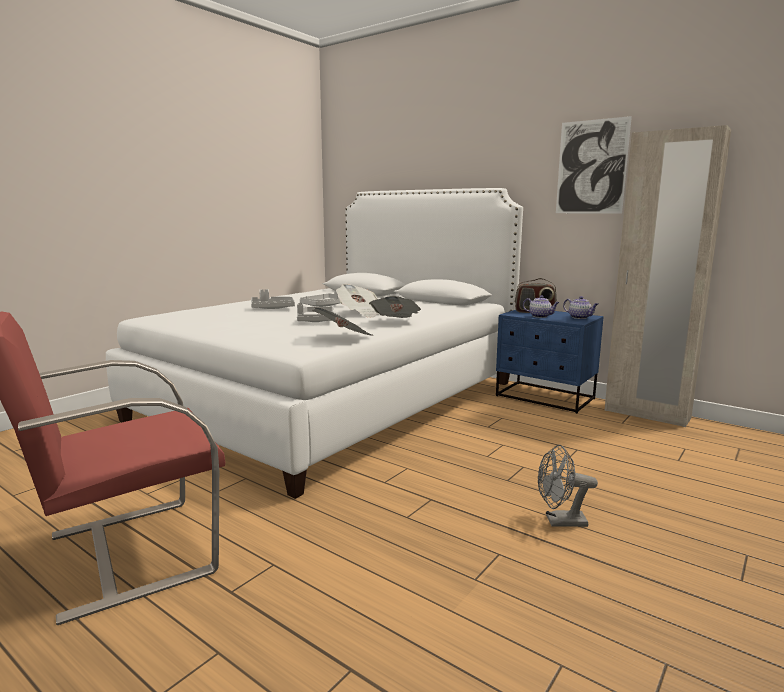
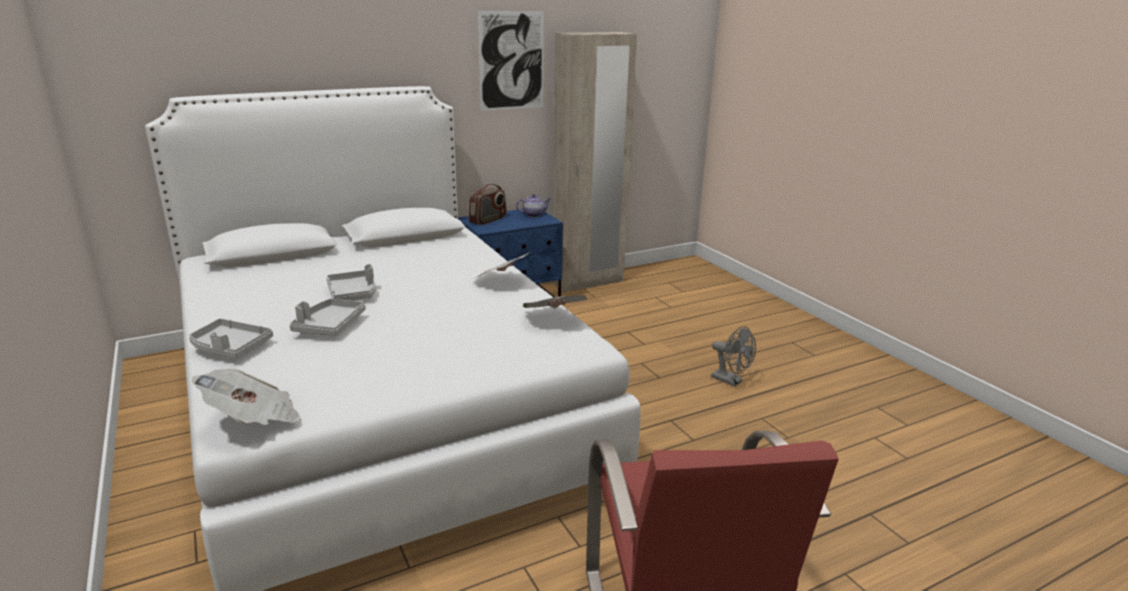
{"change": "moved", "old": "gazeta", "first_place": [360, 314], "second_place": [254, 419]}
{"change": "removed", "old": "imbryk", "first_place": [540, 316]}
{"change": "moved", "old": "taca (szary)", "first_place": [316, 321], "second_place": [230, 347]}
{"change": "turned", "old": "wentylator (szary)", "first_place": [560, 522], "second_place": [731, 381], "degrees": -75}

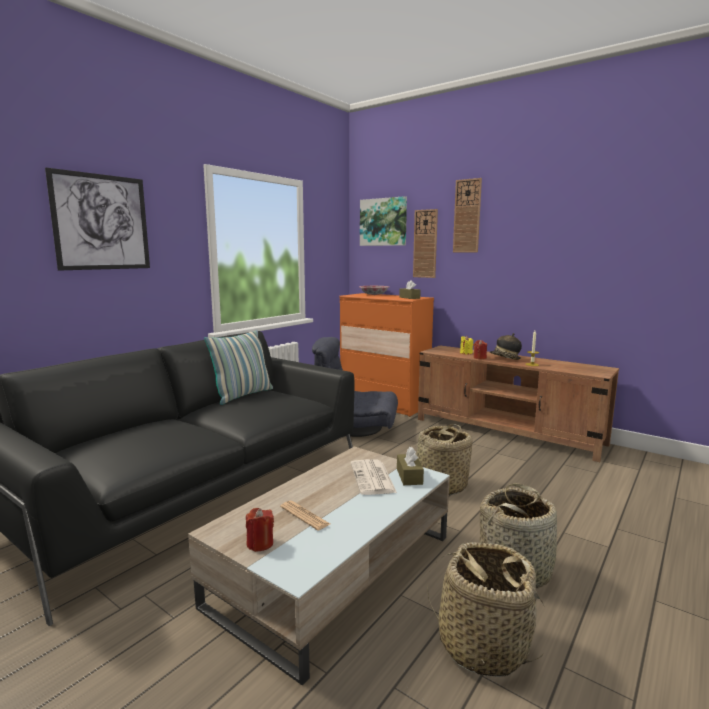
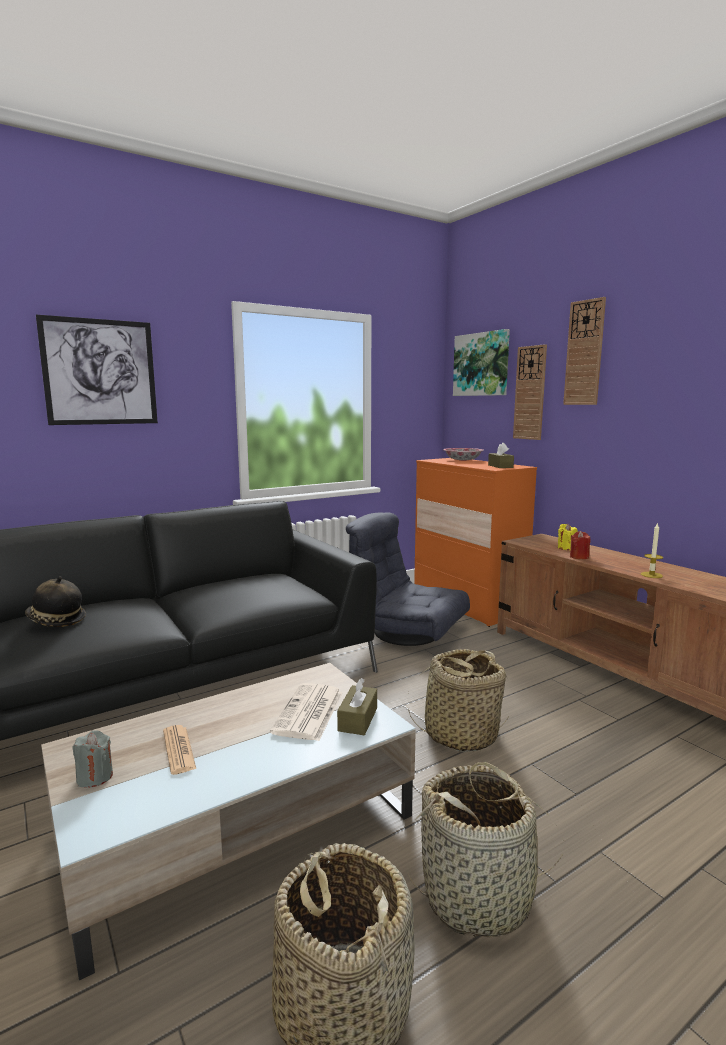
{"change": "removed", "old": "poduszka", "first_place": [242, 395]}
{"change": "moved", "old": "kapelusz", "first_place": [505, 358], "second_place": [55, 621]}
{"change": "recoloured", "old": "świeca (czerwony)", "new": "świeca (szary)", "first_place": [260, 544], "second_place": [95, 777]}

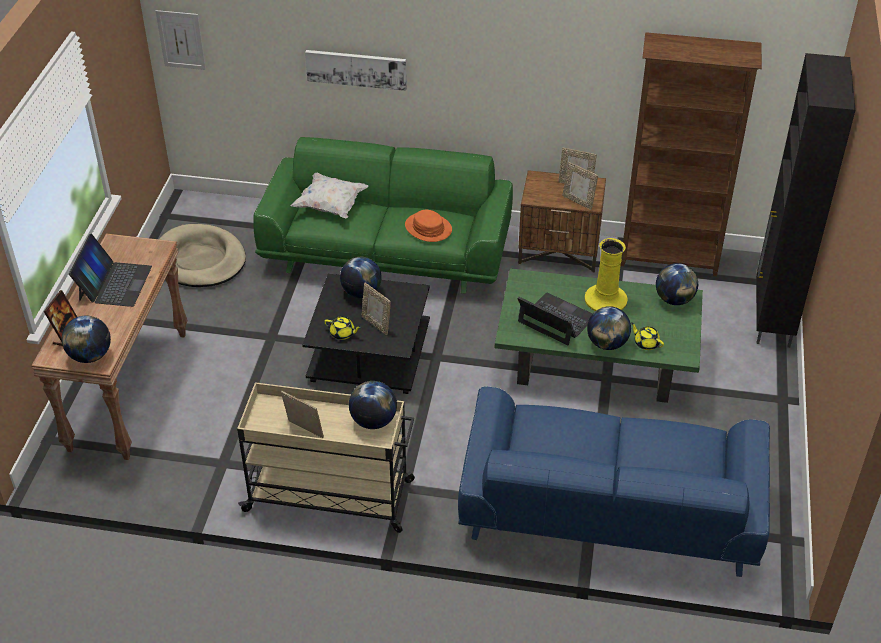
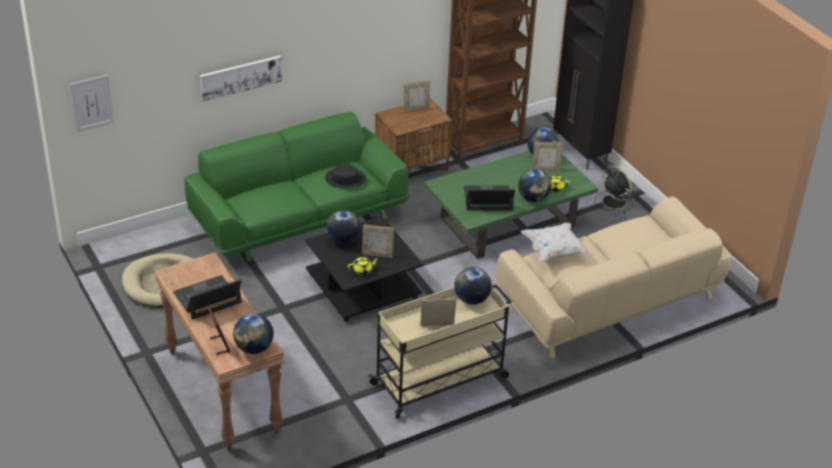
{"change": "moved", "old": "ramka na zdjęcie", "first_place": [578, 201], "second_place": [545, 169]}
{"change": "moved", "old": "poduszka (biały)", "first_place": [331, 206], "second_place": [553, 251]}
{"change": "recoloured", "old": "kapelusz (pomarańczowy)", "new": "kapelusz (czarny)", "first_place": [428, 228], "second_place": [345, 179]}
{"change": "turned", "old": "laptop", "first_place": [114, 283], "second_place": [207, 298], "degrees": -90}
{"change": "removed", "old": "wazon (żółty)", "first_place": [605, 300]}
{"change": "recoloured", "old": "kanapa (niebieski)", "new": "kanapa (beżowy)", "first_place": [608, 509], "second_place": [608, 301]}
{"change": "added", "new": "wentylator (czarny)", "second_place": [613, 201]}

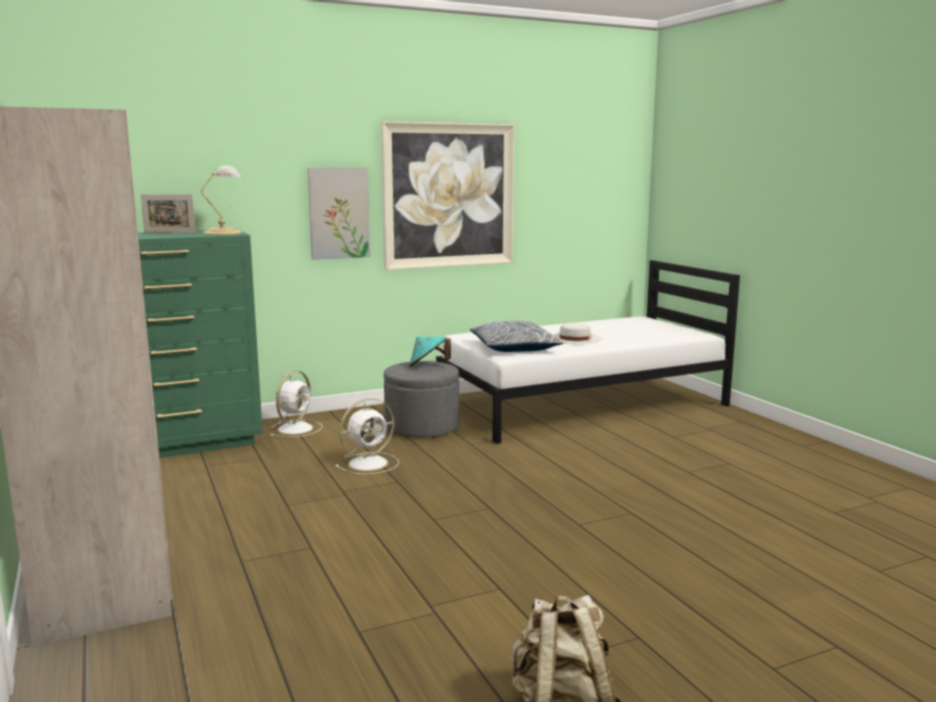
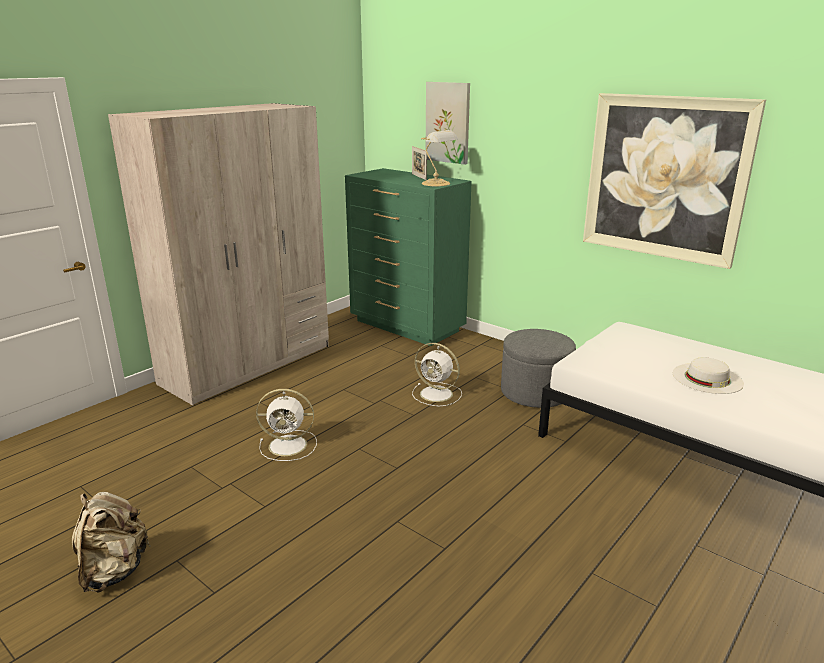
{"change": "moved", "old": "obraz", "first_place": [338, 213], "second_place": [448, 122]}
{"change": "removed", "old": "poduszka", "first_place": [514, 347]}
{"change": "removed", "old": "kapelusz (turkusowy)", "first_place": [428, 366]}
{"change": "moved", "old": "wentylator (biały)", "first_place": [296, 428], "second_place": [289, 445]}

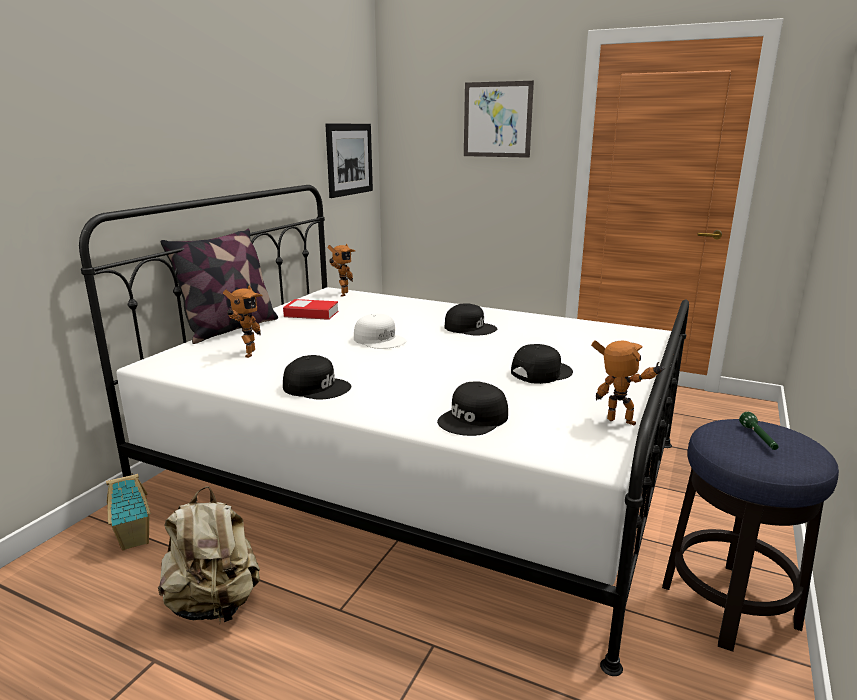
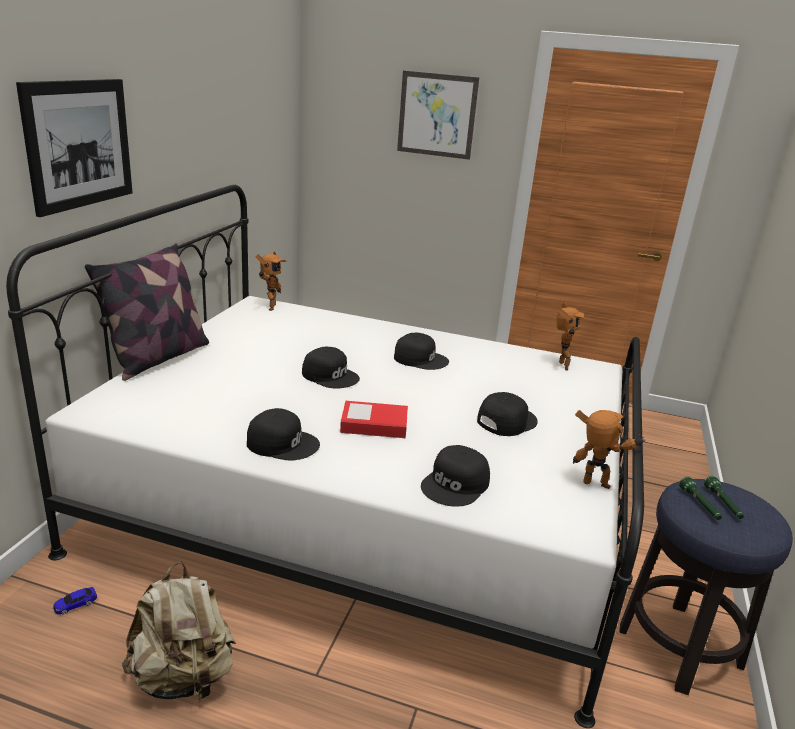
{"change": "moved", "old": "obraz", "first_place": [349, 159], "second_place": [79, 144]}
{"change": "moved", "old": "robot zabawkowy", "first_place": [247, 354], "second_place": [560, 366]}
{"change": "moved", "old": "książka", "first_place": [311, 314], "second_place": [374, 425]}
{"change": "recoloured", "old": "czapka z daszkiem (biały)", "new": "czapka z daszkiem (czarny)", "first_place": [380, 340], "second_place": [330, 375]}
{"change": "replaced", "old": "domek", "new": "samochodzik", "first_place": [136, 540], "second_place": [75, 604]}
{"change": "added", "new": "latarka (zielony)", "second_place": [699, 505]}

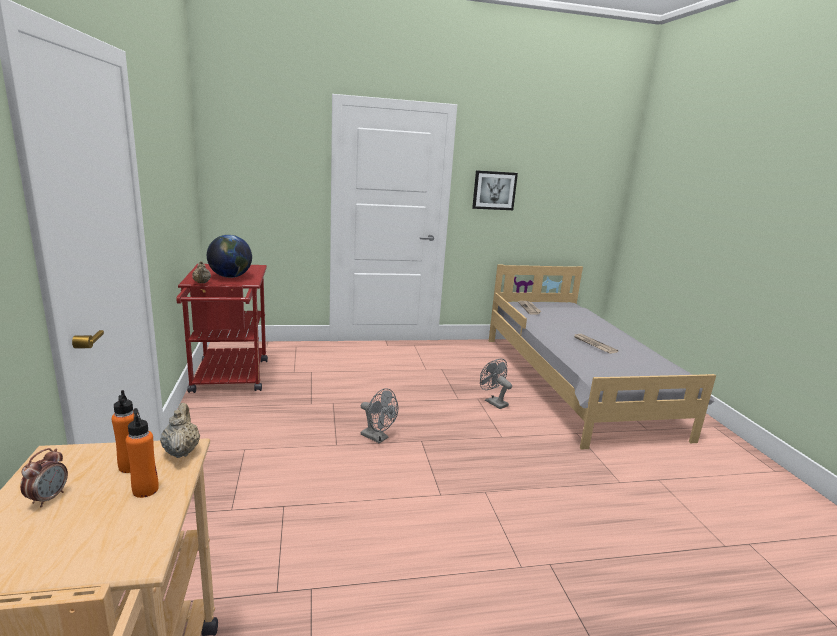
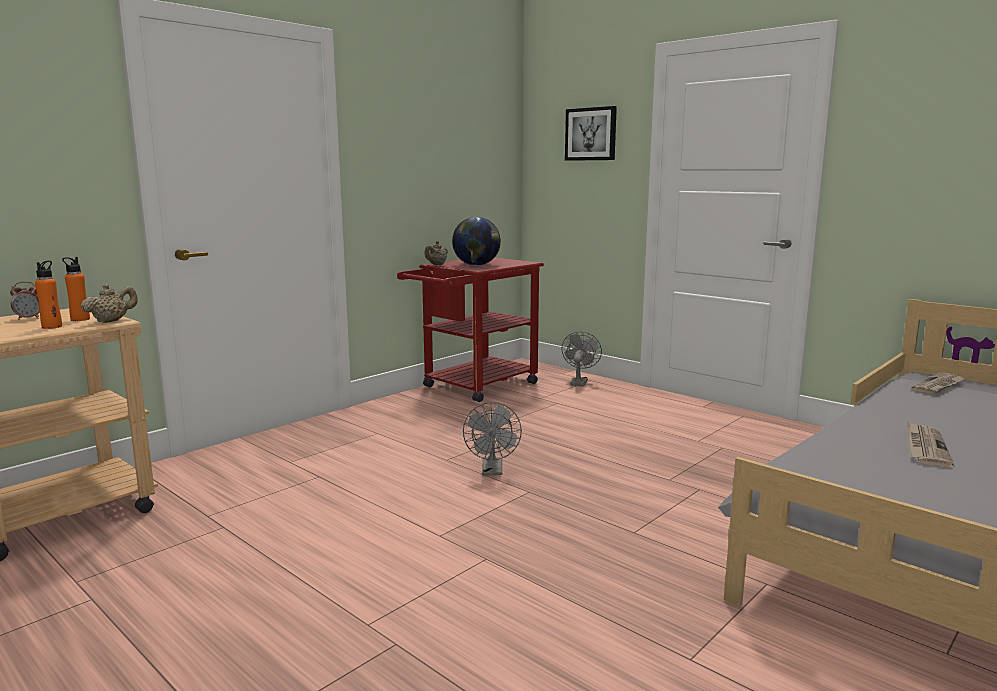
{"change": "moved", "old": "obraz", "first_place": [494, 190], "second_place": [591, 134]}
{"change": "moved", "old": "wentylator (szary)", "first_place": [493, 402], "second_place": [579, 382]}

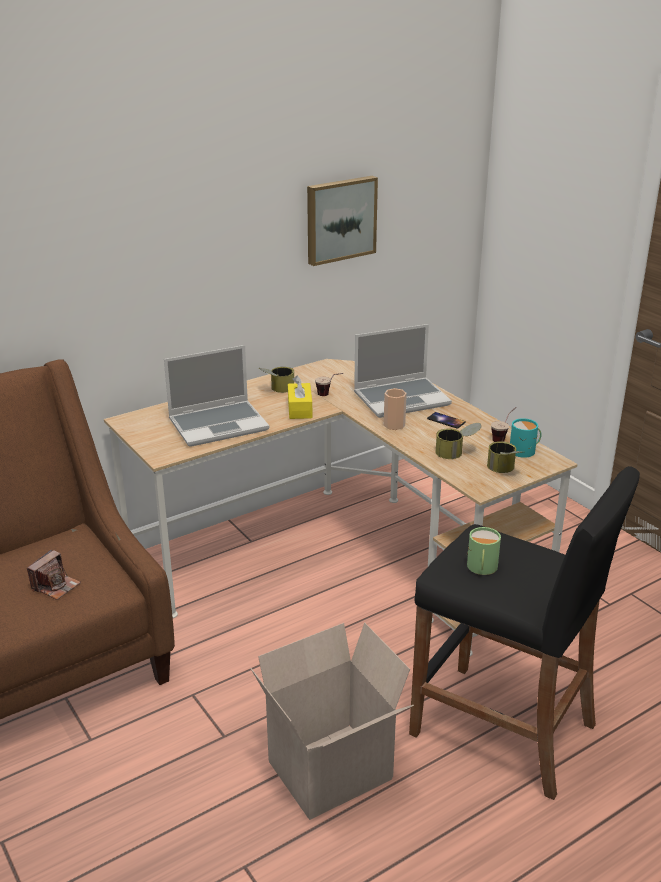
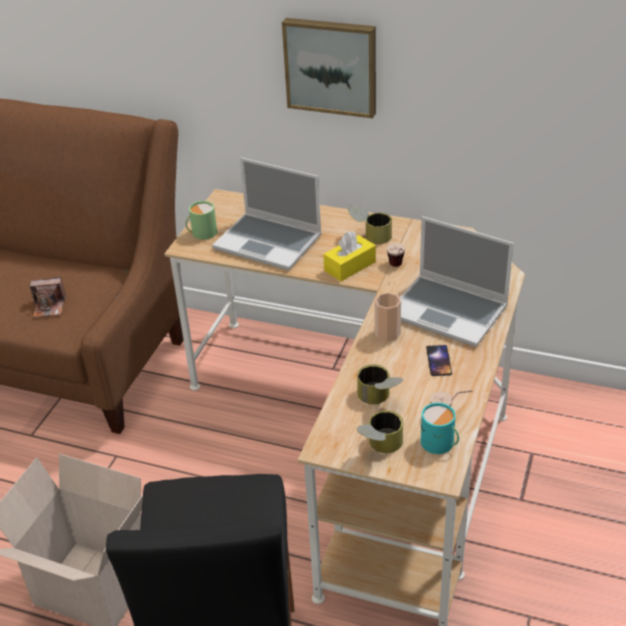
{"change": "moved", "old": "obraz", "first_place": [340, 219], "second_place": [331, 66]}
{"change": "moved", "old": "kubek (zielony)", "first_place": [481, 567], "second_place": [201, 233]}

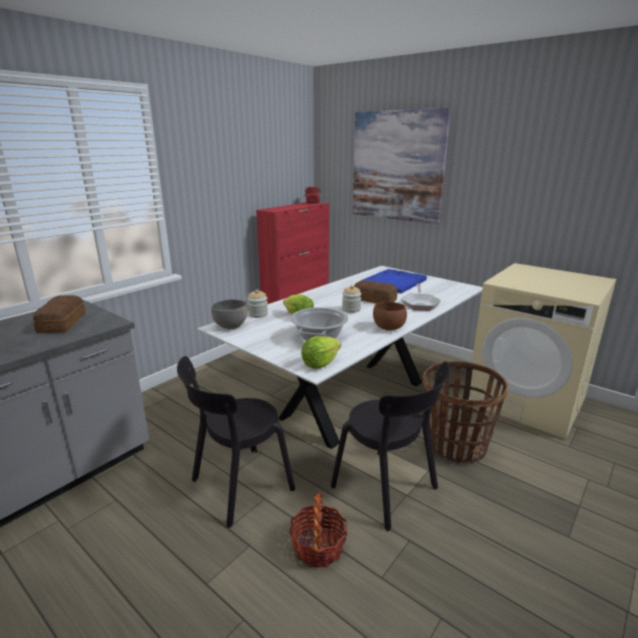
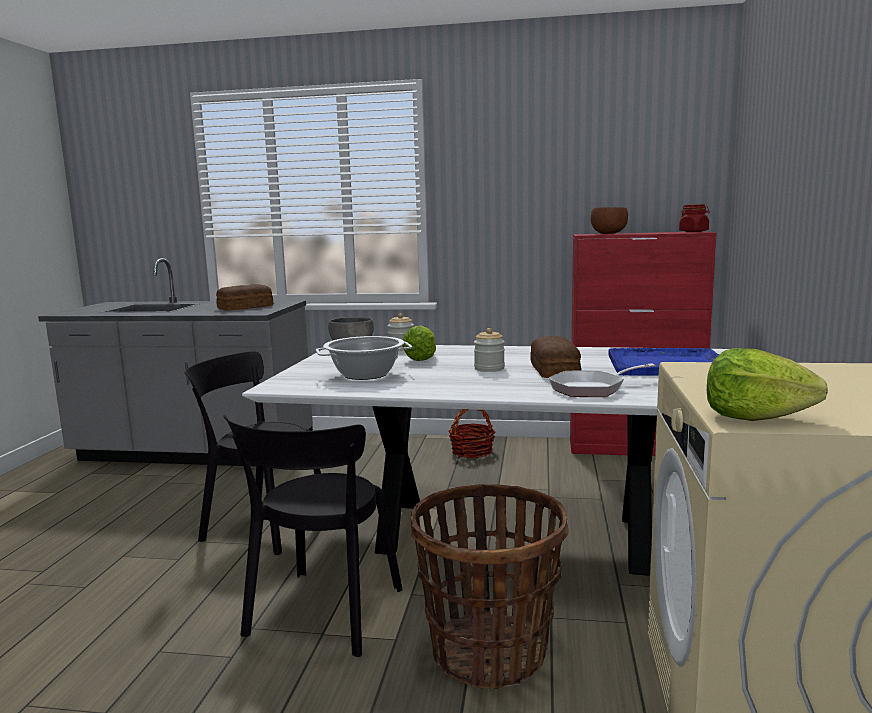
{"change": "removed", "old": "obraz", "first_place": [397, 166]}
{"change": "moved", "old": "miska (brązowy)", "first_place": [388, 328], "second_place": [608, 234]}
{"change": "moved", "old": "sałata", "first_place": [320, 363], "second_place": [755, 417]}
{"change": "moved", "old": "koszyk", "first_place": [318, 546], "second_place": [472, 451]}

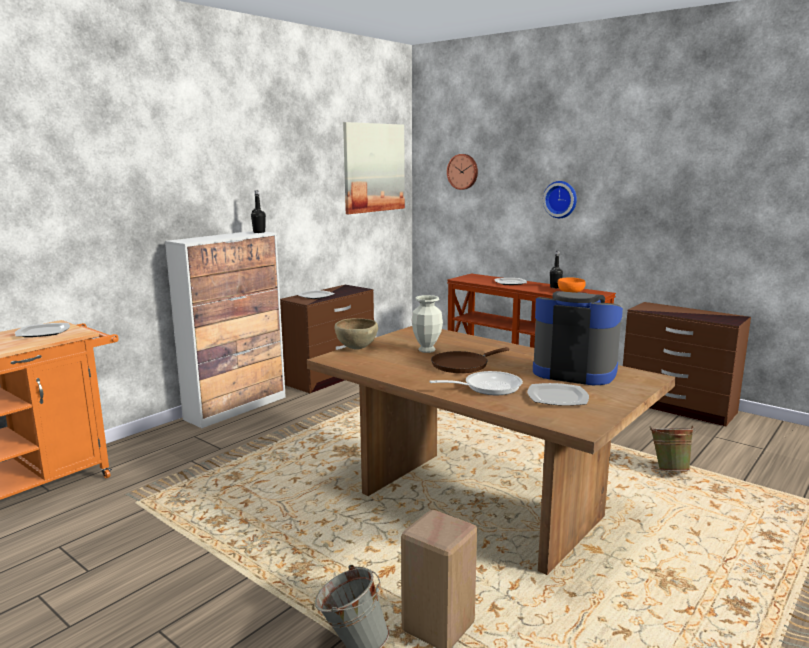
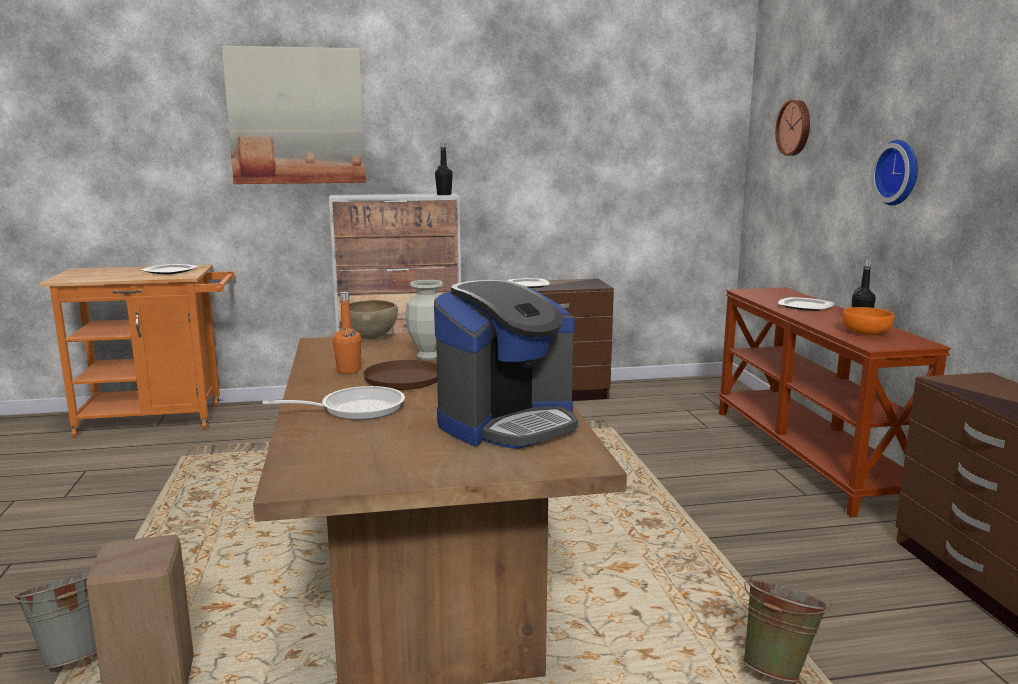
{"change": "moved", "old": "obraz", "first_place": [373, 168], "second_place": [296, 116]}
{"change": "turned", "old": "ekspres do kawy", "first_place": [574, 371], "second_place": [508, 423], "degrees": 75}
{"change": "turned", "old": "patelnia", "first_place": [487, 387], "second_place": [355, 409], "degrees": -45}
{"change": "removed", "old": "talerz", "first_place": [557, 397]}
{"change": "added", "new": "butelka (pomarańczowy)", "second_place": [348, 371]}

